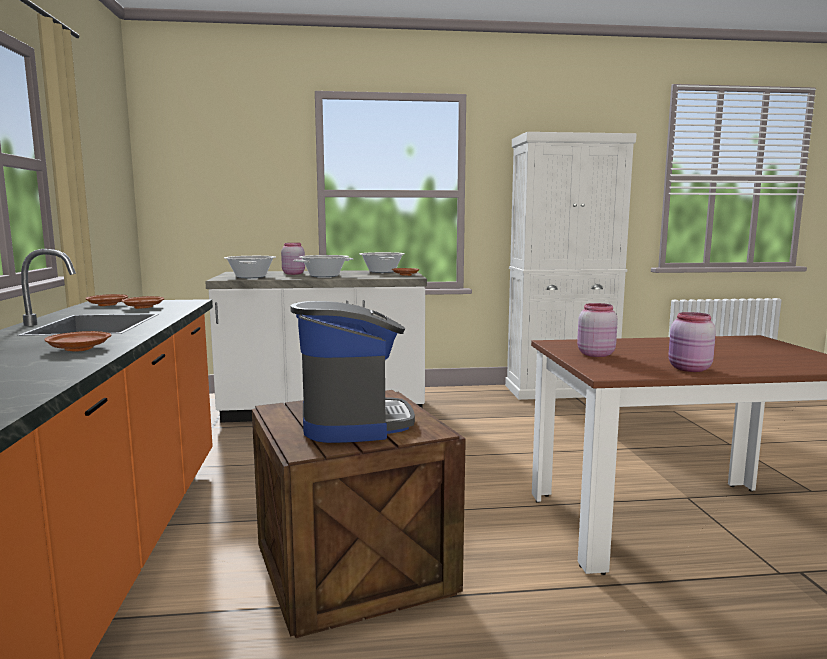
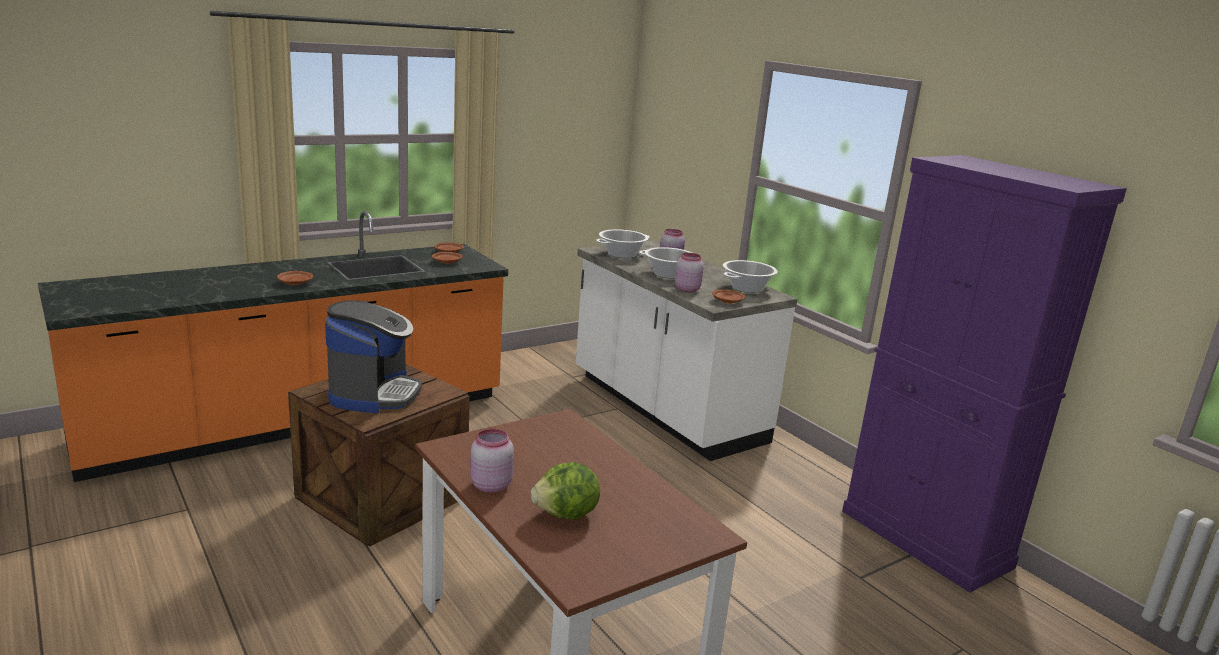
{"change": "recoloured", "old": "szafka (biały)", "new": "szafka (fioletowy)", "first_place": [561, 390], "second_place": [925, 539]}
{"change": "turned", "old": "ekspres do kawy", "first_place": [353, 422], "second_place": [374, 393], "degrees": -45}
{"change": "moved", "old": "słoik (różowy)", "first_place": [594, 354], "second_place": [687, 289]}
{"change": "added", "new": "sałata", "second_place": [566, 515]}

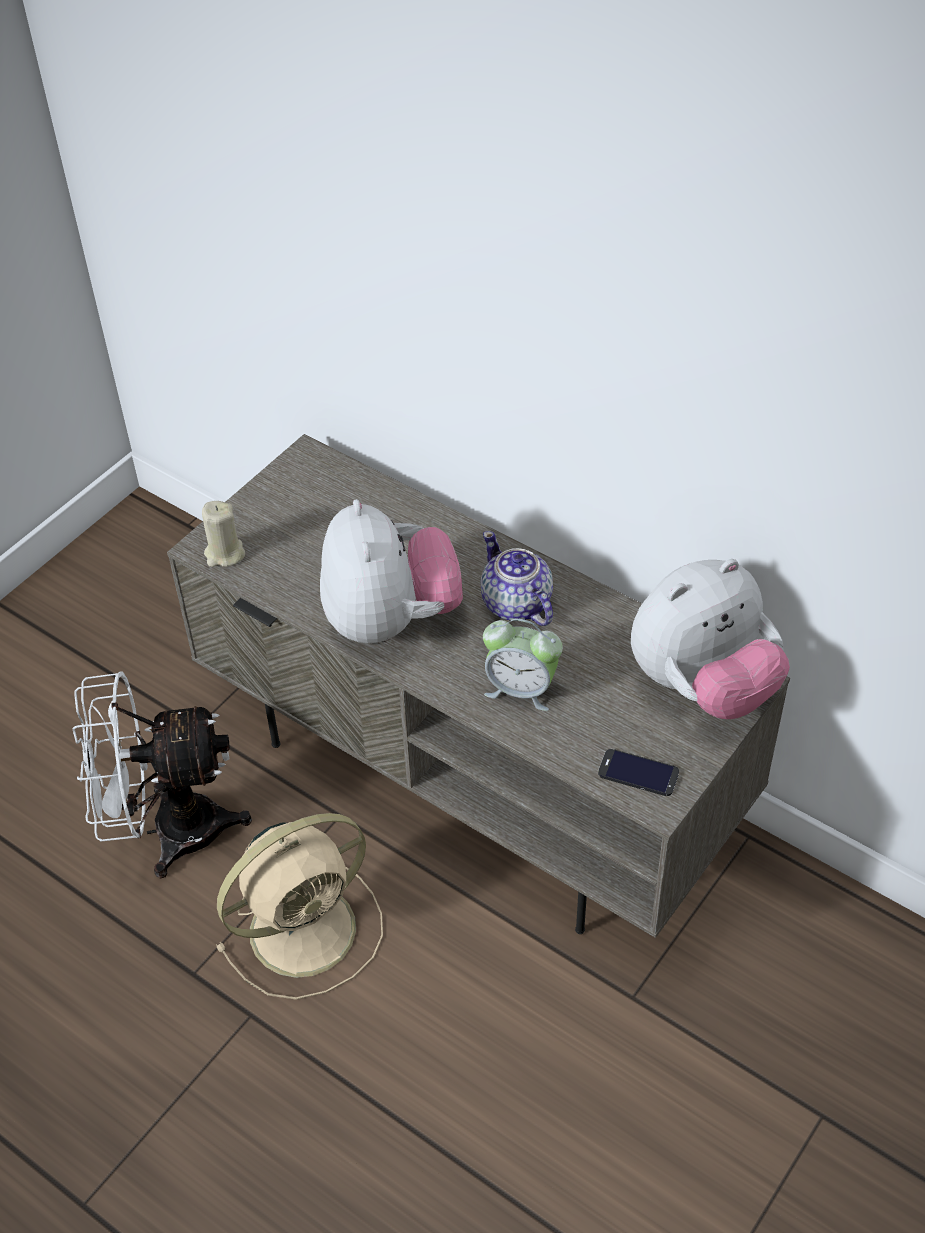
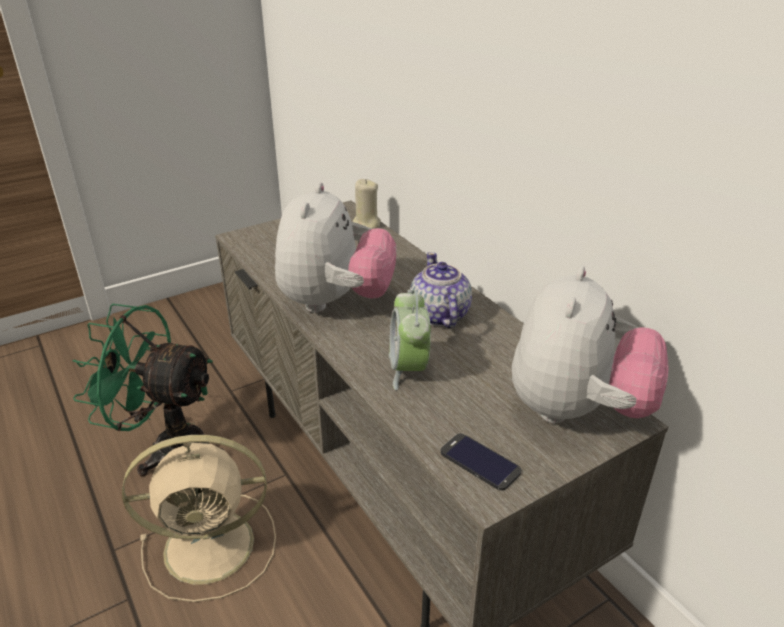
{"change": "moved", "old": "świeca (beżowy)", "first_place": [224, 554], "second_place": [366, 224]}
{"change": "turned", "old": "pluszak", "first_place": [702, 686], "second_place": [576, 410], "degrees": -60}
{"change": "turned", "old": "budzik", "first_place": [521, 689], "second_place": [408, 370], "degrees": 45}
{"change": "recoloured", "old": "wentylator (biały)", "new": "wentylator (zielony)", "first_place": [168, 831], "second_place": [167, 447]}

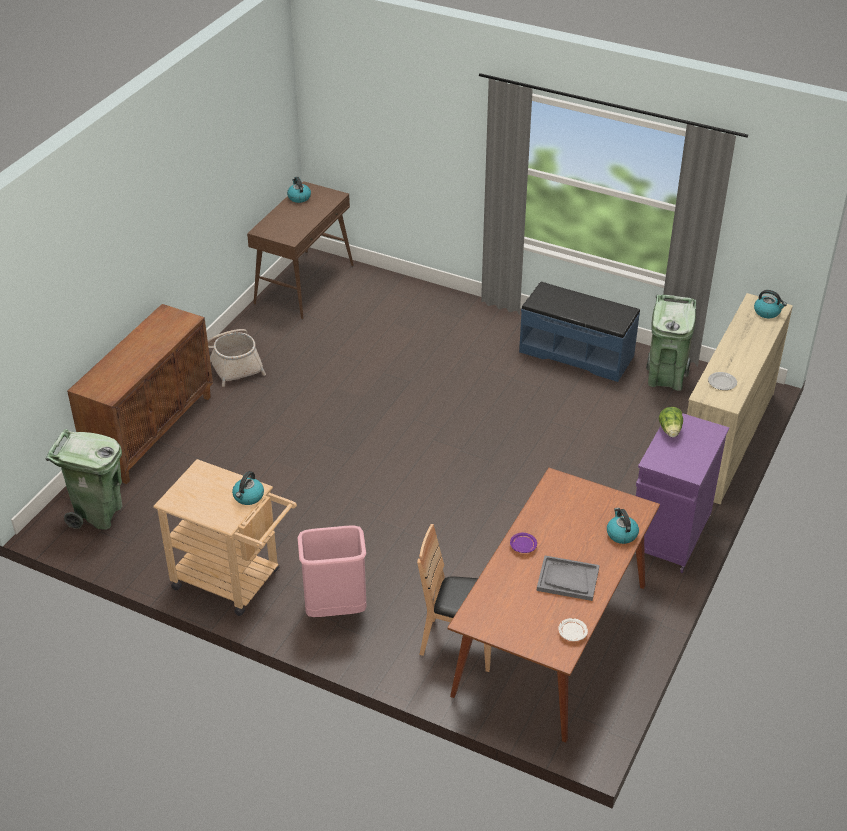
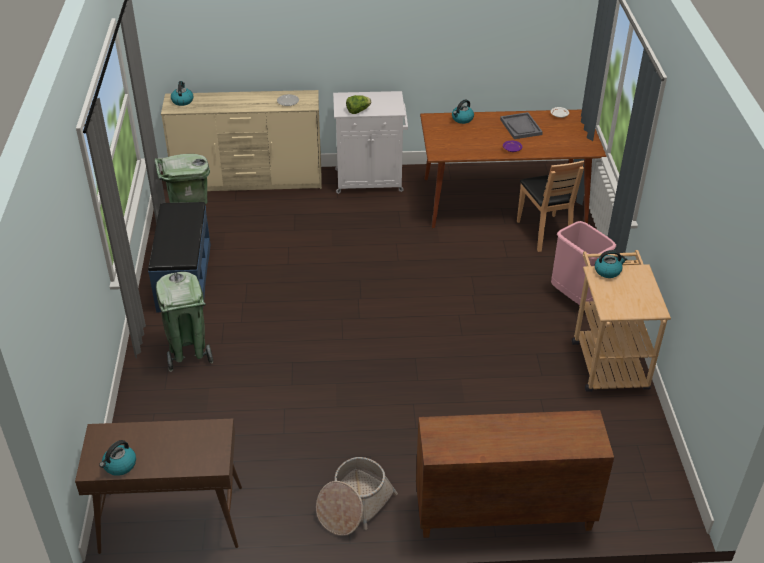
{"change": "recoloured", "old": "szafka (fioletowy)", "new": "szafka (biały)", "first_place": [668, 536], "second_place": [370, 180]}
{"change": "moved", "old": "kosz na śmieci (zielony)", "first_place": [98, 514], "second_place": [188, 352]}

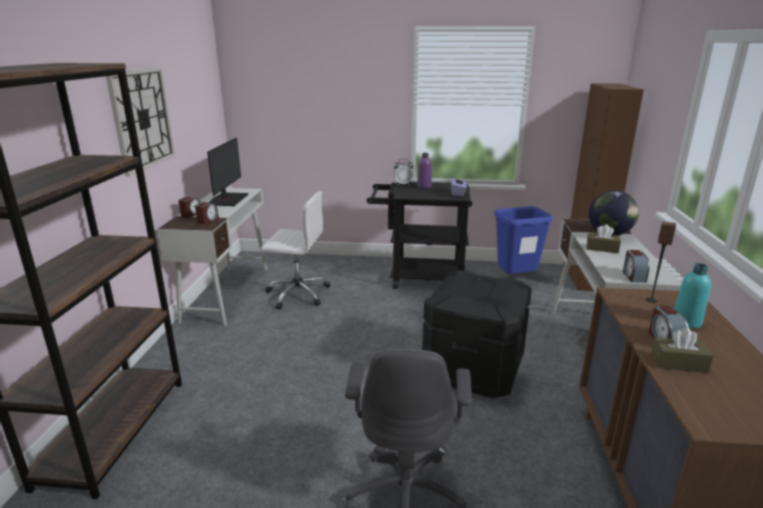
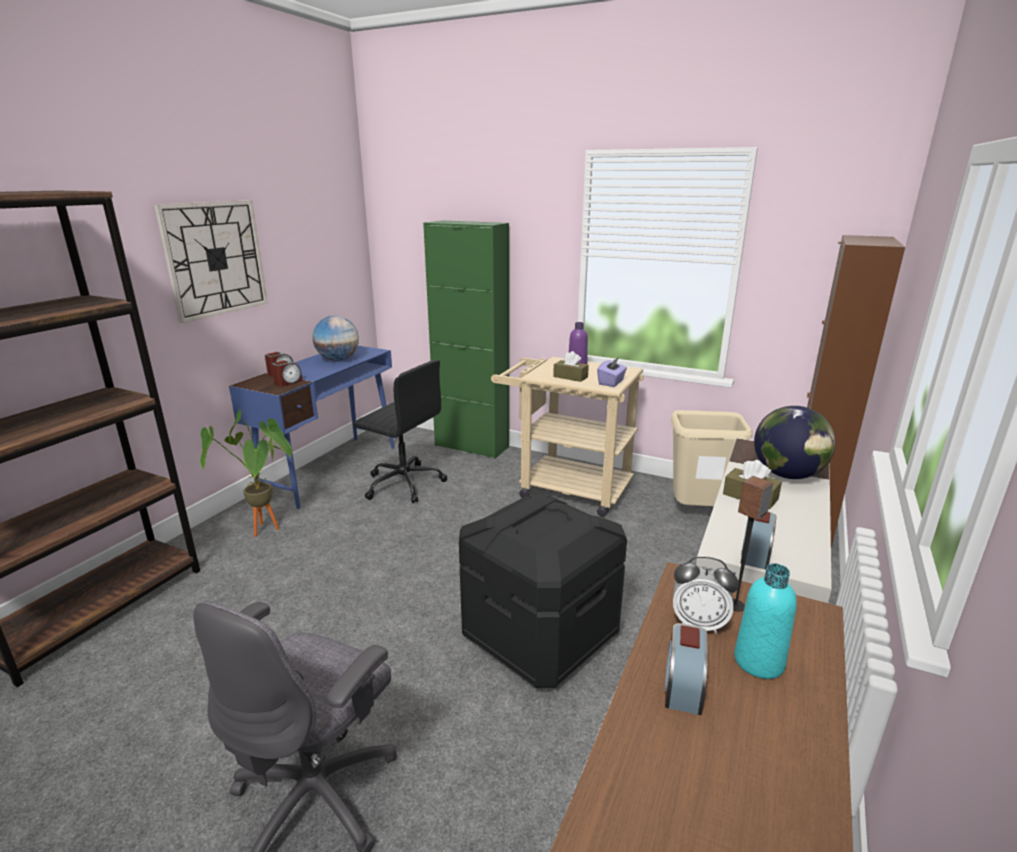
{"change": "replaced", "old": "monitor", "new": "globus", "first_place": [227, 200], "second_place": [338, 359]}
{"change": "moved", "old": "budzik", "first_place": [403, 184], "second_place": [698, 624]}
{"change": "recoloured", "old": "wózek (czarny)", "new": "wózek (beżowy)", "first_place": [419, 277], "second_place": [565, 487]}
{"change": "recoloured", "old": "biurko (biały)", "new": "biurko (niebieski)", "first_place": [227, 293], "second_place": [330, 469]}
{"change": "recoloured", "old": "krzesło biurowe (biały)", "new": "krzesło biurowe (czarny)", "first_place": [297, 294], "second_place": [403, 483]}
{"change": "recoloured", "old": "kosz na śmieci (niebieski)", "new": "kosz na śmieci (beżowy)", "first_place": [516, 279], "second_place": [698, 513]}
{"change": "moved", "old": "pudełko chusteczek (brązowy)", "first_place": [679, 363], "second_place": [570, 377]}
{"change": "added", "new": "szafka (zielony)", "second_place": [471, 446]}
{"change": "added", "new": "roślina doniczkowa", "second_place": [265, 533]}

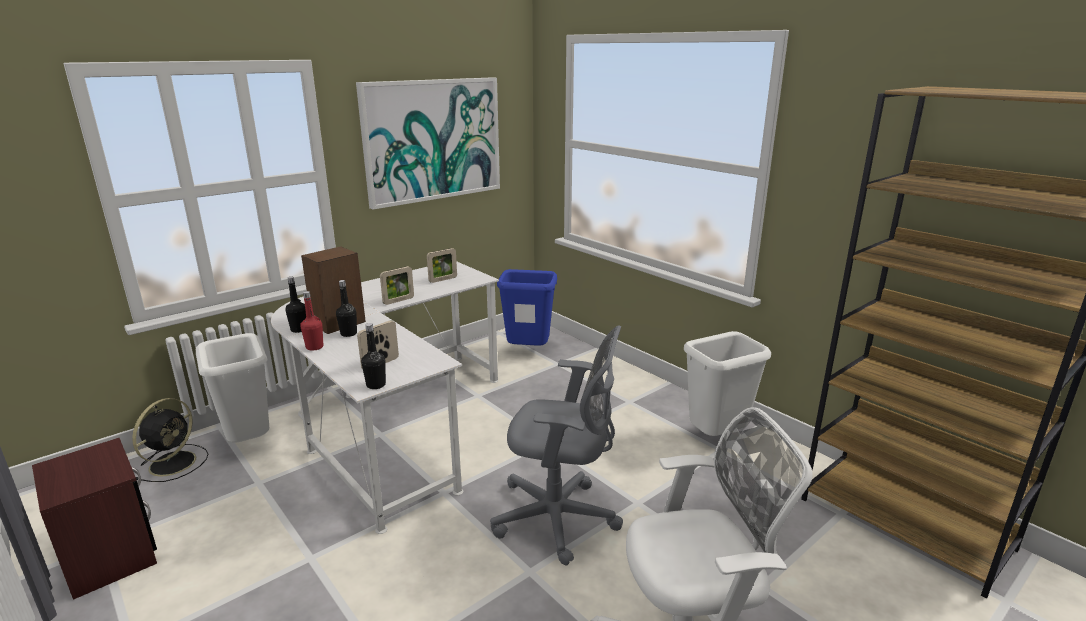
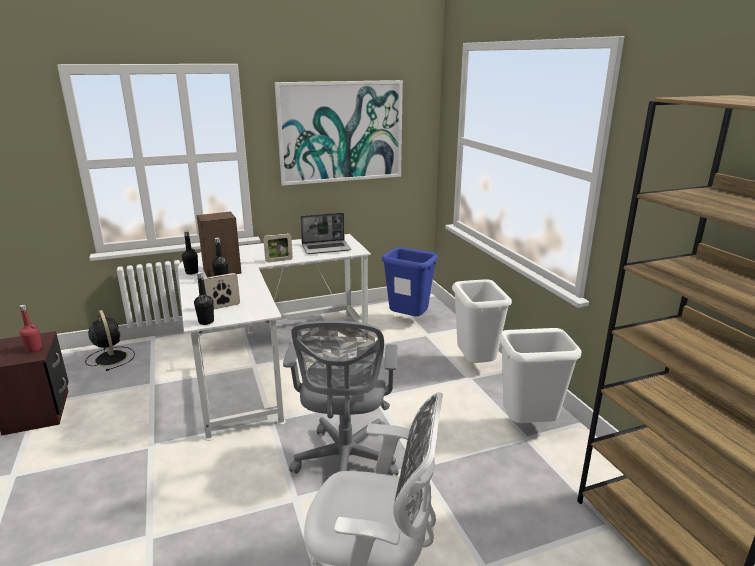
{"change": "replaced", "old": "ramka na zdjęcie", "new": "laptop", "first_place": [443, 279], "second_place": [326, 248]}
{"change": "moved", "old": "butelka (czerwony)", "first_place": [314, 347], "second_place": [34, 349]}
{"change": "turned", "old": "krzesło biurowe (szary)", "first_place": [560, 519], "second_place": [345, 463], "degrees": 60}
{"change": "moved", "old": "kosz na śmieci (biały)", "first_place": [249, 444], "second_place": [475, 366]}
{"change": "turned", "old": "wentylator (czarny)", "first_place": [174, 462], "second_place": [110, 358], "degrees": -75}

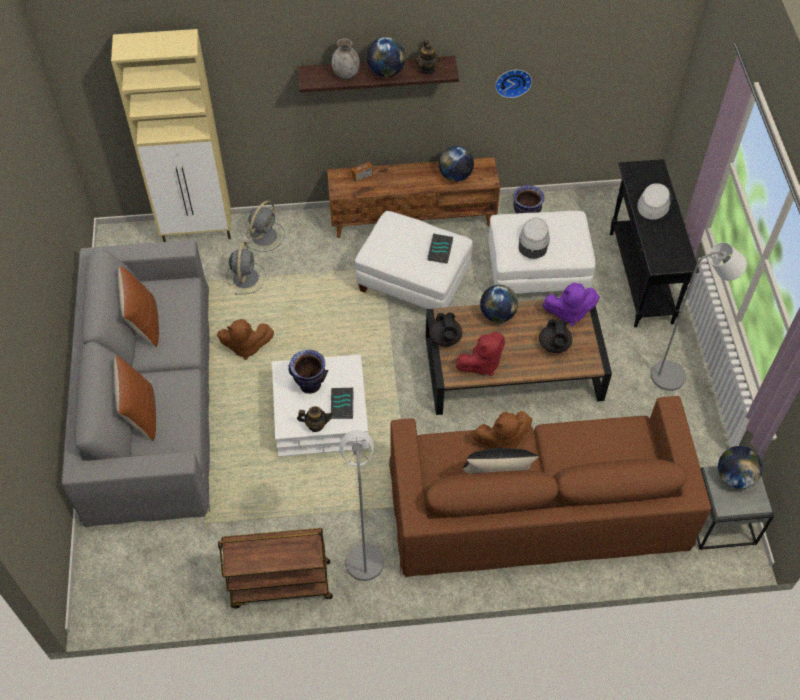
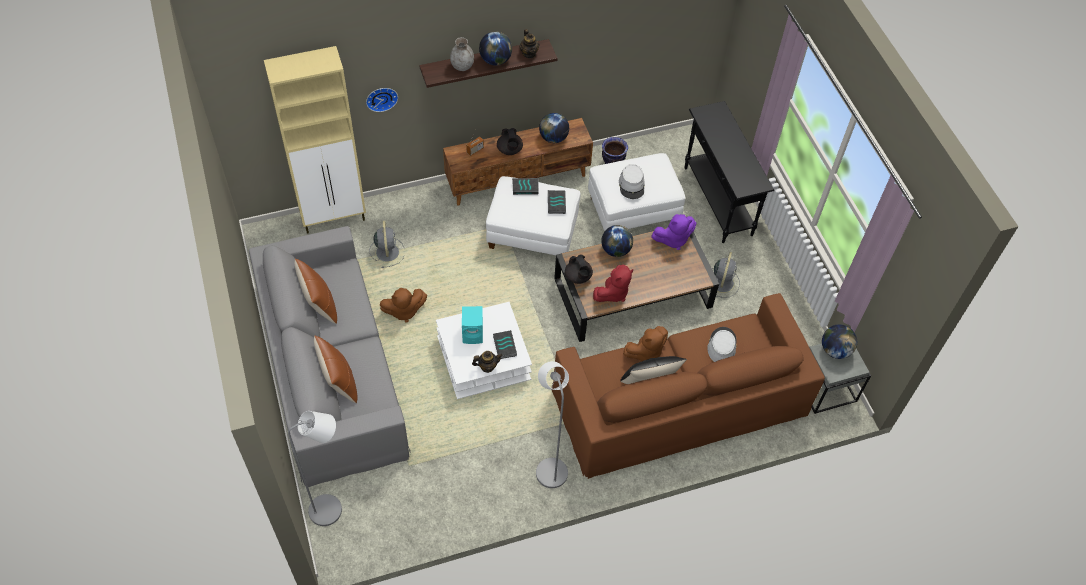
{"change": "moved", "old": "zegar ścienny", "first_place": [513, 81], "second_place": [381, 98]}
{"change": "moved", "old": "kapelusz (szary)", "first_place": [654, 202], "second_place": [721, 346]}
{"change": "moved", "old": "wentylator (szary)", "first_place": [265, 235], "second_place": [722, 282]}
{"change": "moved", "old": "lampa stojąca (szary)", "first_place": [675, 375], "second_place": [332, 508]}
{"change": "moved", "old": "imbryk (czarny)", "first_place": [554, 345], "second_place": [509, 150]}
{"change": "replaced", "old": "wazon", "new": "głośnik (turkusowy)", "first_place": [310, 385], "second_place": [473, 334]}
{"change": "removed", "old": "wózek (brązowy)", "first_place": [280, 585]}
{"change": "added", "new": "książka", "second_place": [525, 187]}

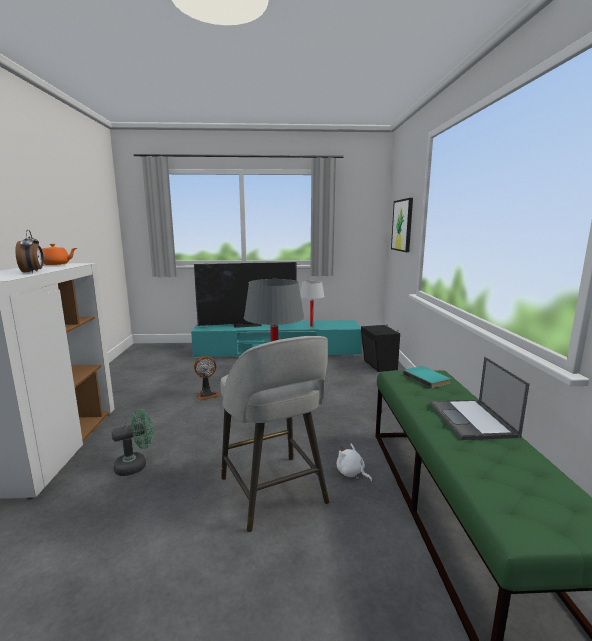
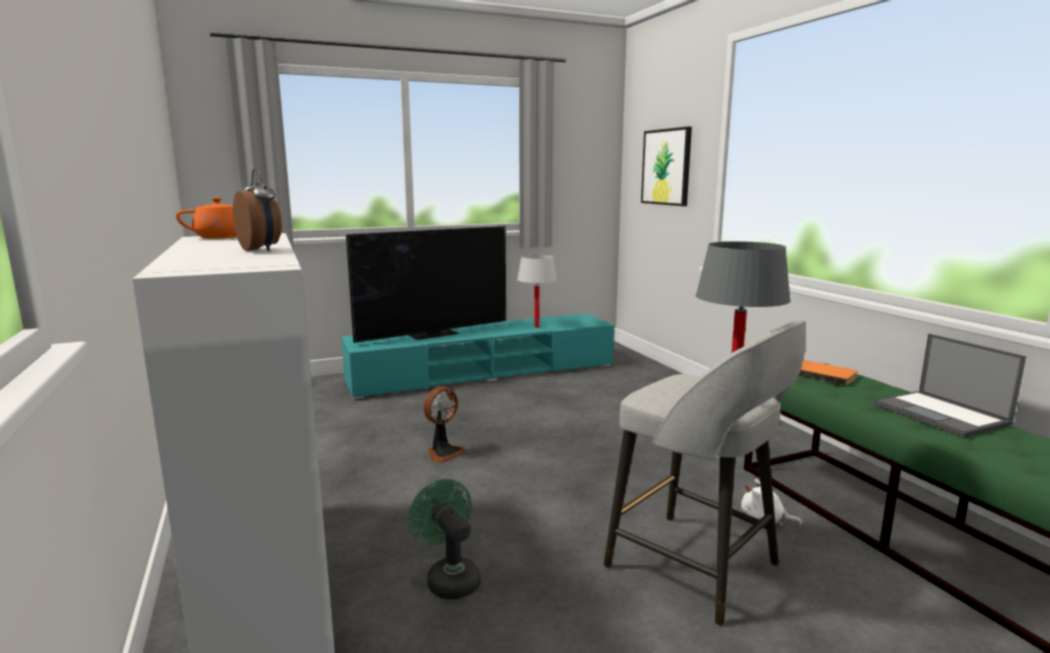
{"change": "removed", "old": "głośnik (czarny)", "first_place": [378, 365]}
{"change": "recoloured", "old": "książka (turkusowy)", "new": "książka (pomarańczowy)", "first_place": [427, 378], "second_place": [824, 374]}
{"change": "turned", "old": "wentylator (zielony)", "first_place": [136, 465], "second_place": [449, 578], "degrees": -75}

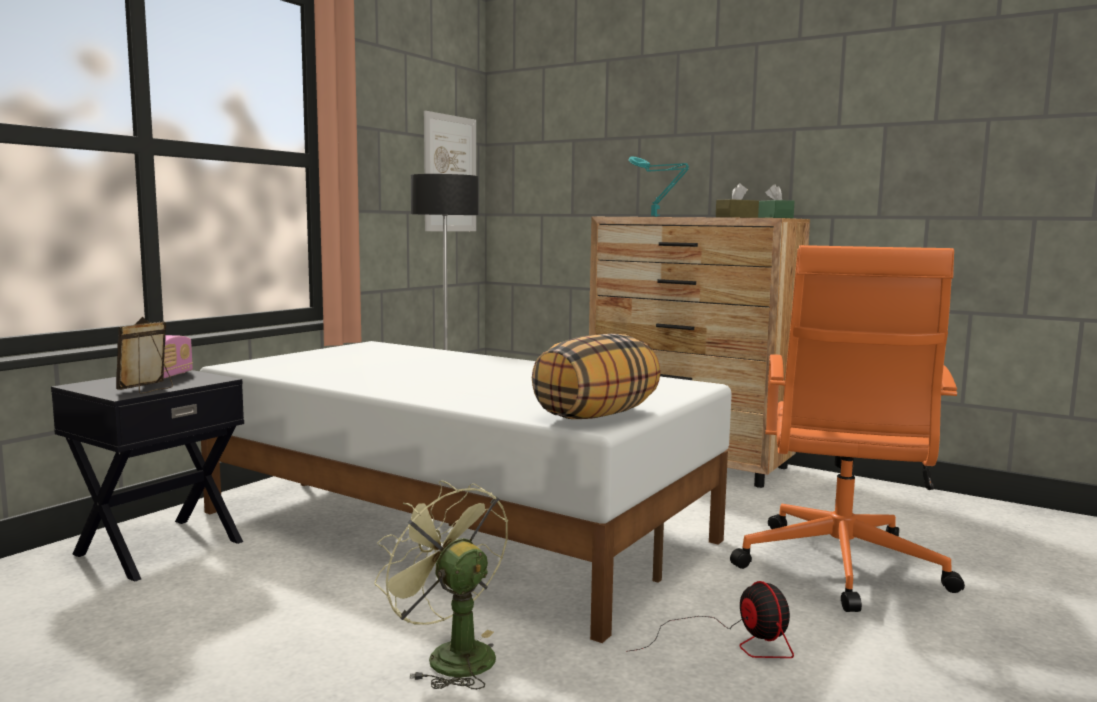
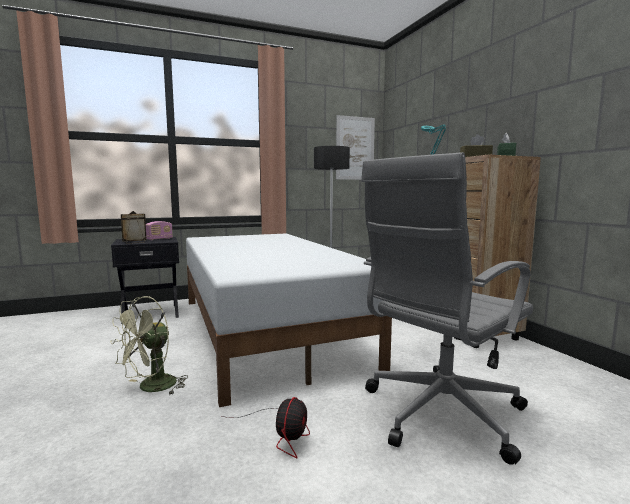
{"change": "recoloured", "old": "krzesło biurowe (pomarańczowy)", "new": "krzesło biurowe (szary)", "first_place": [839, 569], "second_place": [439, 414]}
{"change": "removed", "old": "poduszka", "first_place": [596, 415]}
{"change": "turned", "old": "wentylator (zielony)", "first_place": [450, 655], "second_place": [151, 388], "degrees": -135}

